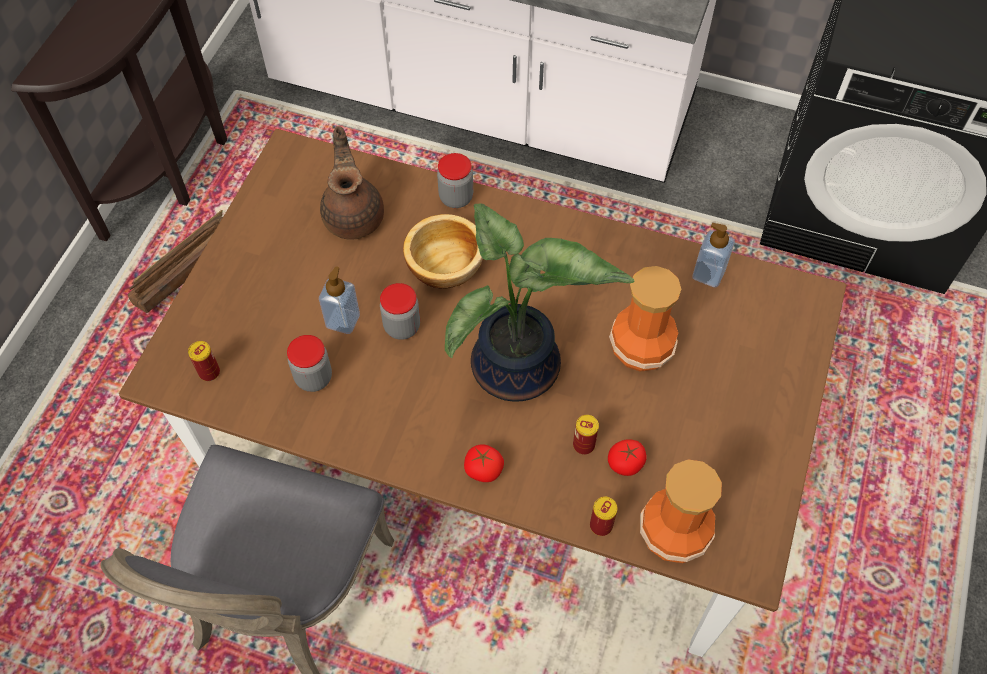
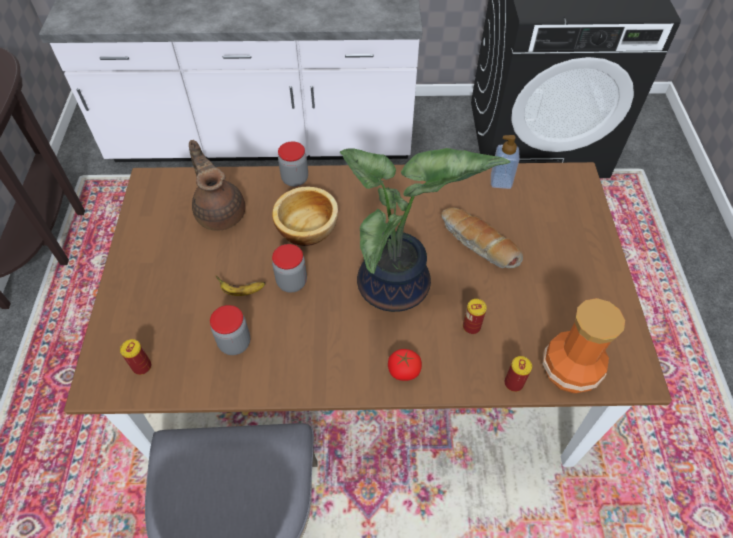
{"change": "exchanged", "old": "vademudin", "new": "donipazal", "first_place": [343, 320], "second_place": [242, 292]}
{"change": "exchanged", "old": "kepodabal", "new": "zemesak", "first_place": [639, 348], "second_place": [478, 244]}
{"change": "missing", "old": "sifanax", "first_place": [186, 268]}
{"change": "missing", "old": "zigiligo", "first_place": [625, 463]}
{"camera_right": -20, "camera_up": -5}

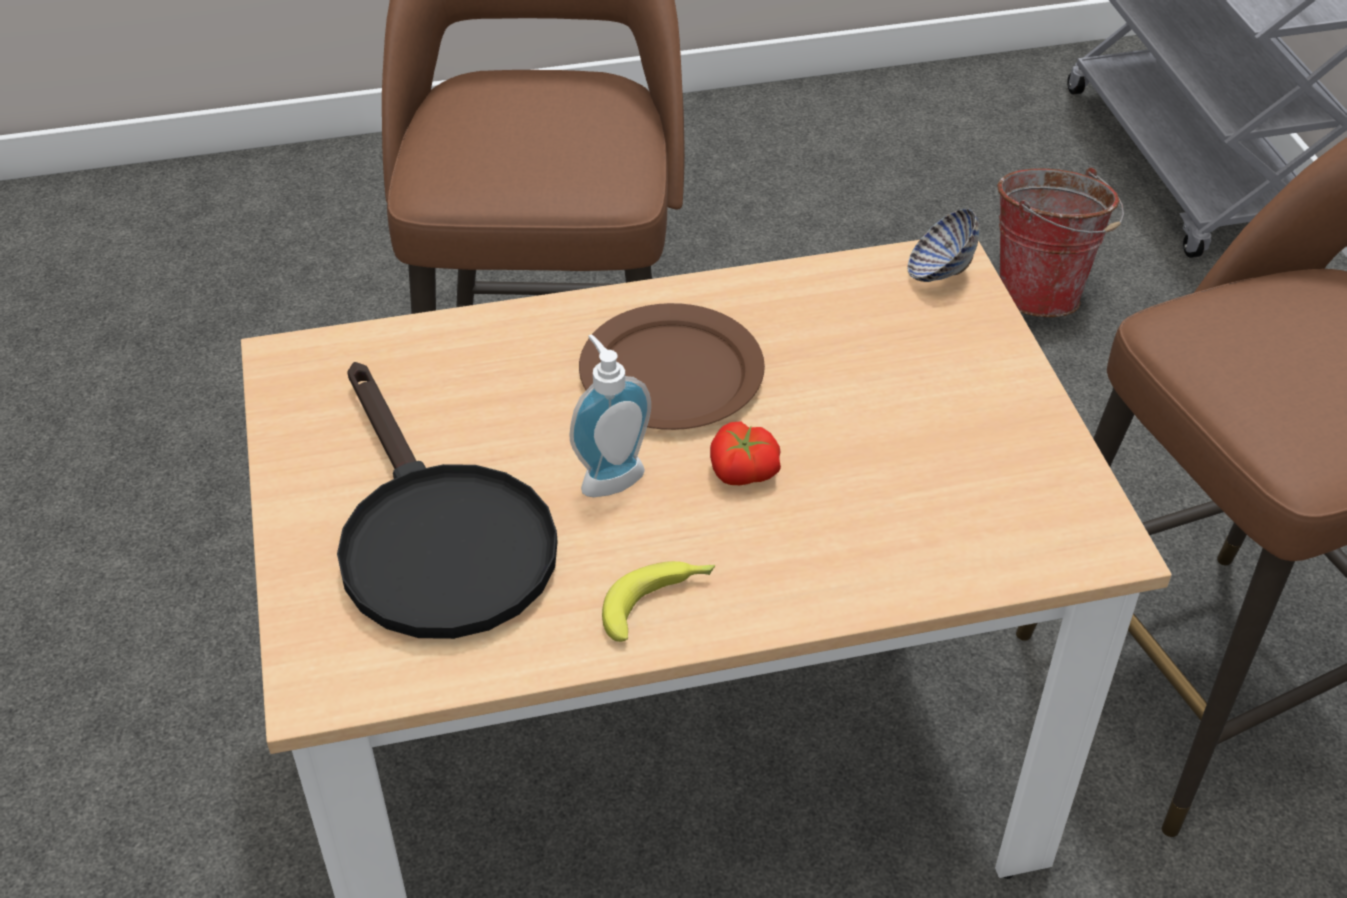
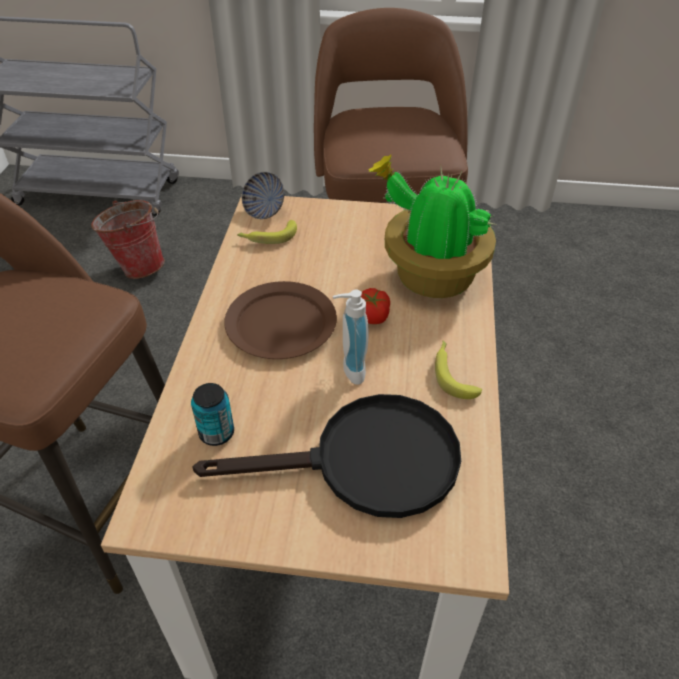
{"change": "appeared", "new": "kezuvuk", "second_place": [216, 433]}
{"change": "appeared", "new": "donipazal", "second_place": [268, 237]}
{"change": "appeared", "new": "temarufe", "second_place": [430, 276]}
{"camera_right": -70, "camera_up": 0}

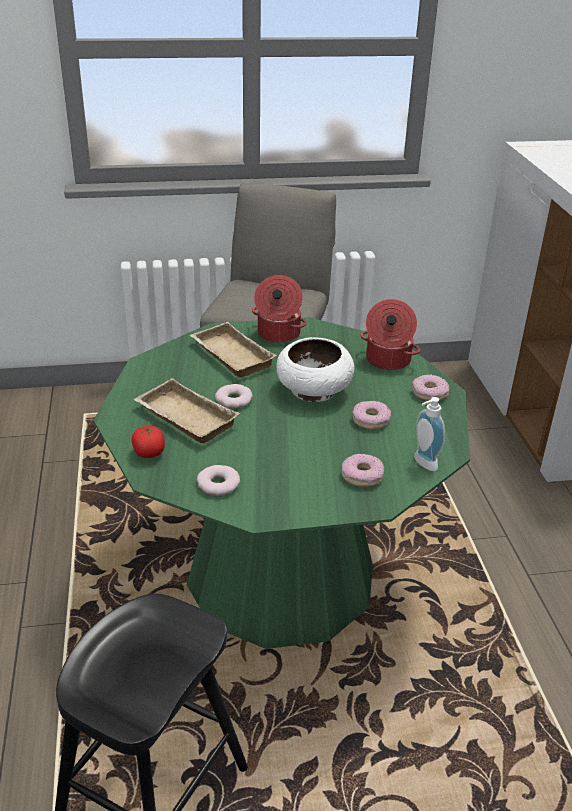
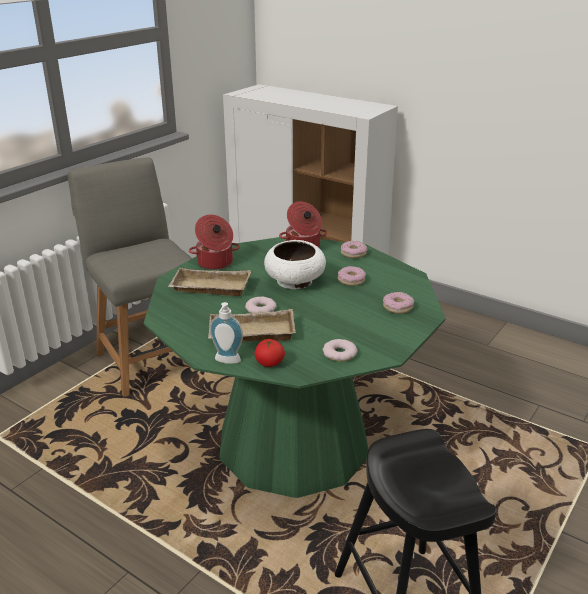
{"change": "relocated", "old": "vademudin", "first_place": [422, 464], "second_place": [226, 361]}
{"camera_right": -45, "camera_up": -5}

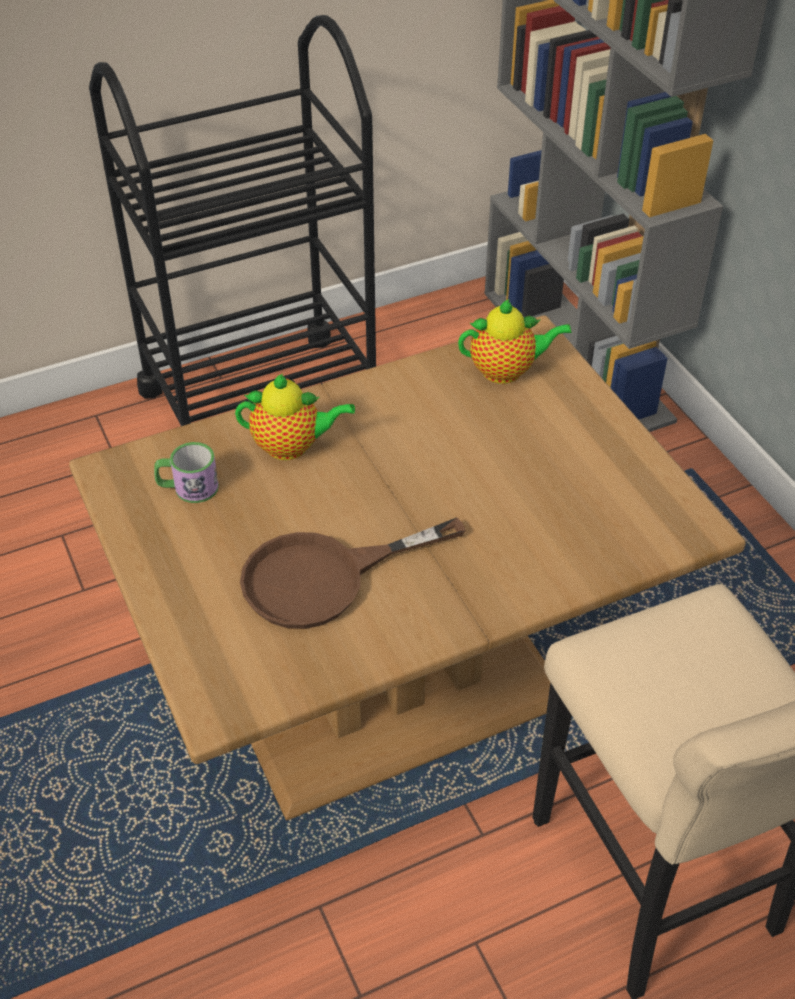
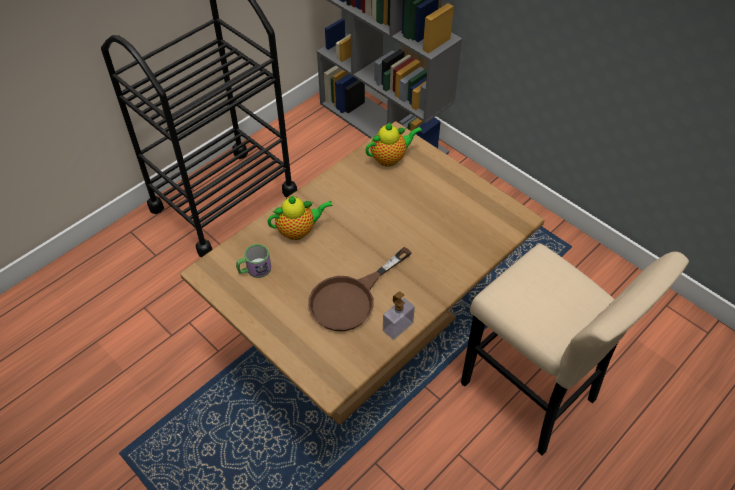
{"change": "appeared", "new": "vademudin", "second_place": [398, 327]}
{"camera_right": -20, "camera_up": 5}

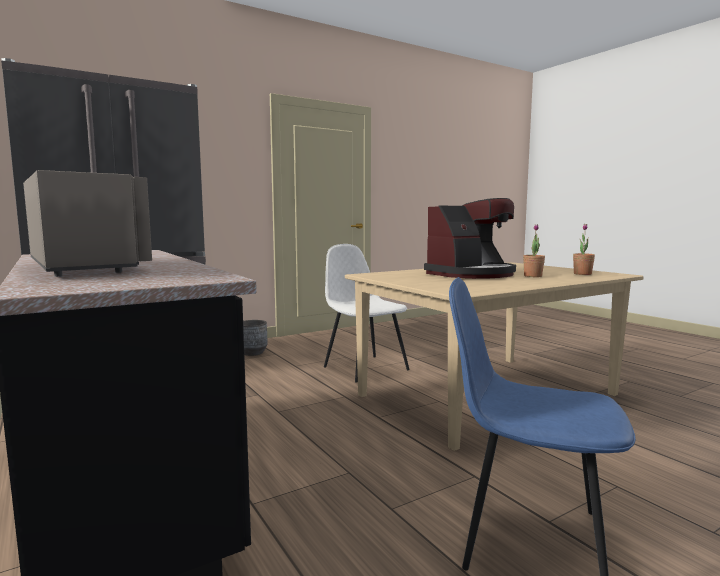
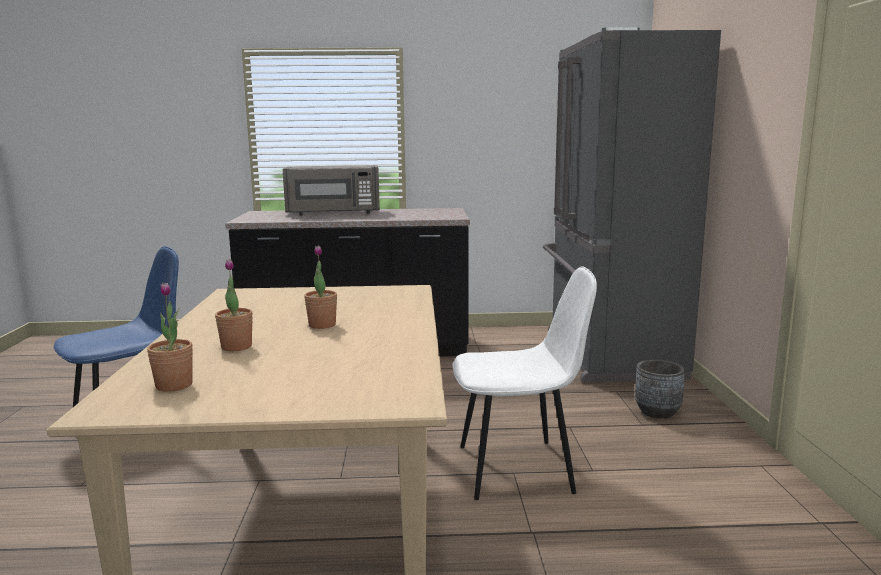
{"change": "exchanged", "old": "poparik", "new": "temarufe", "first_place": [471, 274], "second_place": [322, 325]}
{"camera_right": 120, "camera_up": 5}

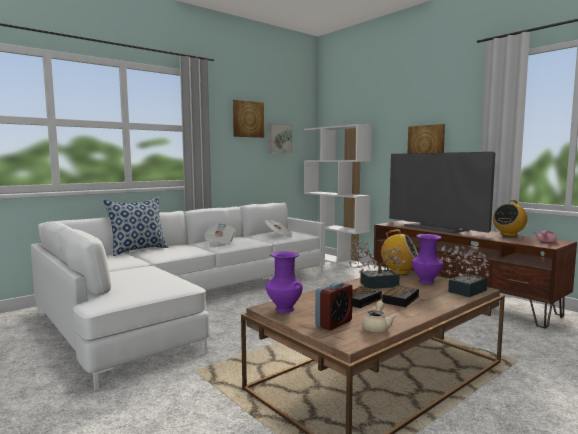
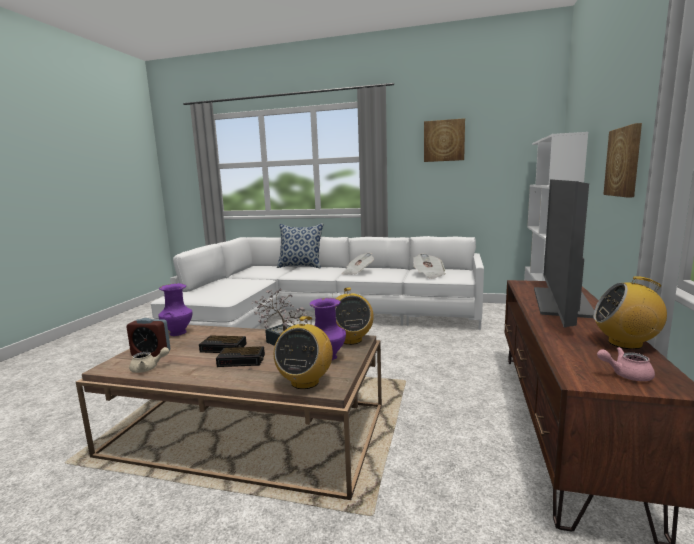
{"change": "exchanged", "old": "temarufe", "new": "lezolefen", "first_place": [464, 292], "second_place": [305, 382]}
{"change": "missing", "old": "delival", "first_place": [279, 138]}
{"camera_right": 55, "camera_up": 5}

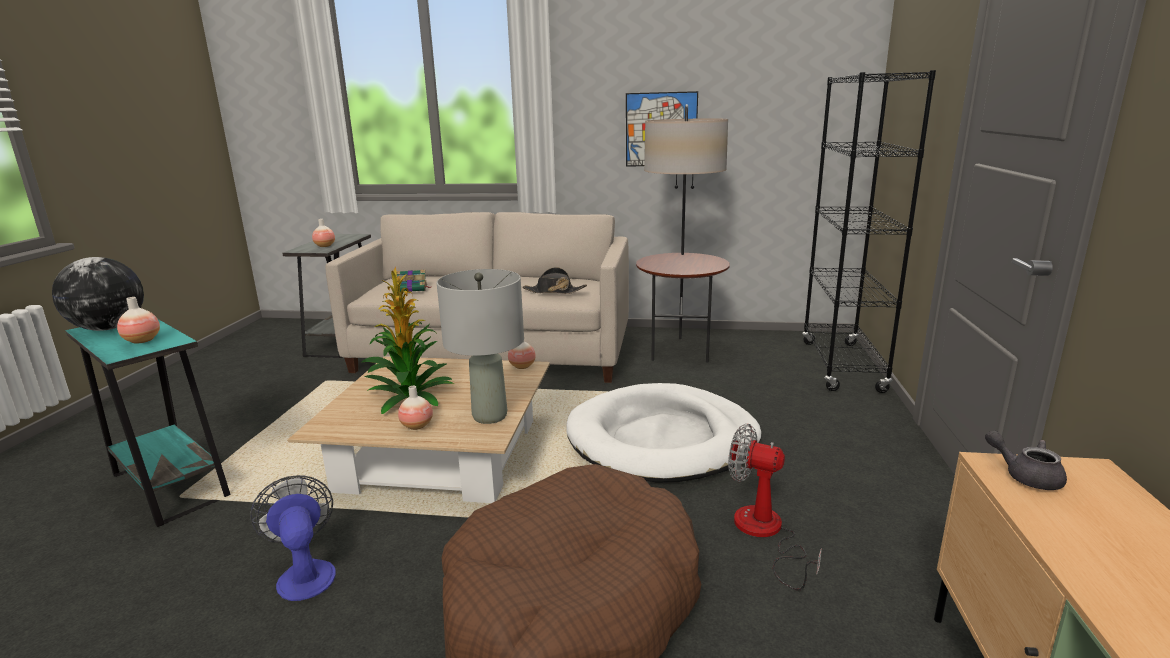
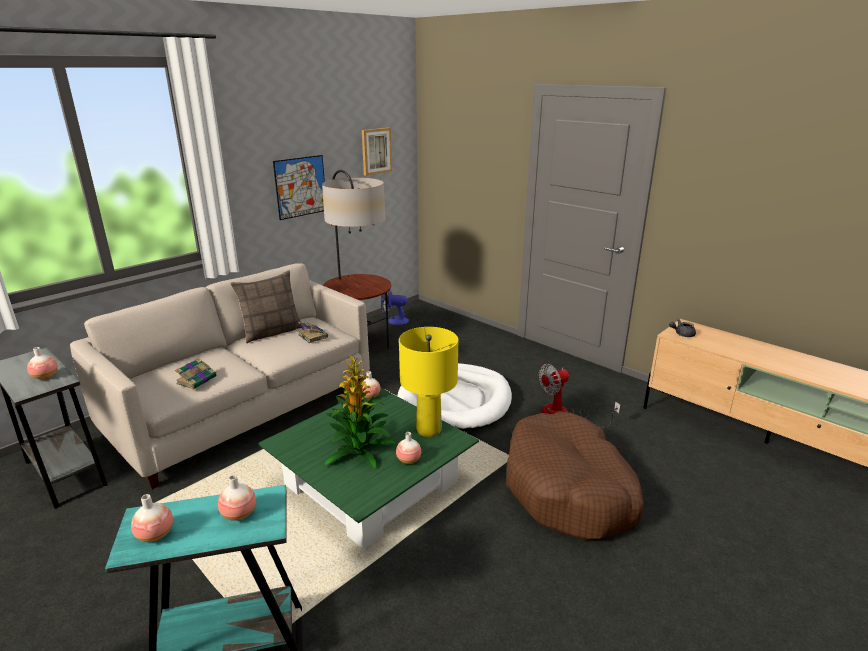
{"change": "exchanged", "old": "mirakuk", "new": "kepodabal", "first_place": [109, 328], "second_place": [155, 535]}
{"change": "appeared", "new": "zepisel", "second_place": [271, 332]}
{"change": "colour", "old": "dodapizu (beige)", "new": "dodapizu (green)", "first_place": [442, 454], "second_place": [371, 483]}
{"change": "exchanged", "old": "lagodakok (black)", "new": "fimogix", "first_place": [554, 291], "second_place": [312, 336]}
{"change": "appeared", "new": "delival", "second_place": [376, 151]}
{"change": "relocated", "old": "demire", "first_place": [305, 573], "second_place": [394, 320]}
{"change": "colour", "old": "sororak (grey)", "new": "sororak (yellow)", "first_place": [489, 416], "second_place": [428, 430]}
{"change": "missing", "old": "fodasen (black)", "first_place": [842, 366]}
{"camera_right": -55, "camera_up": 5}

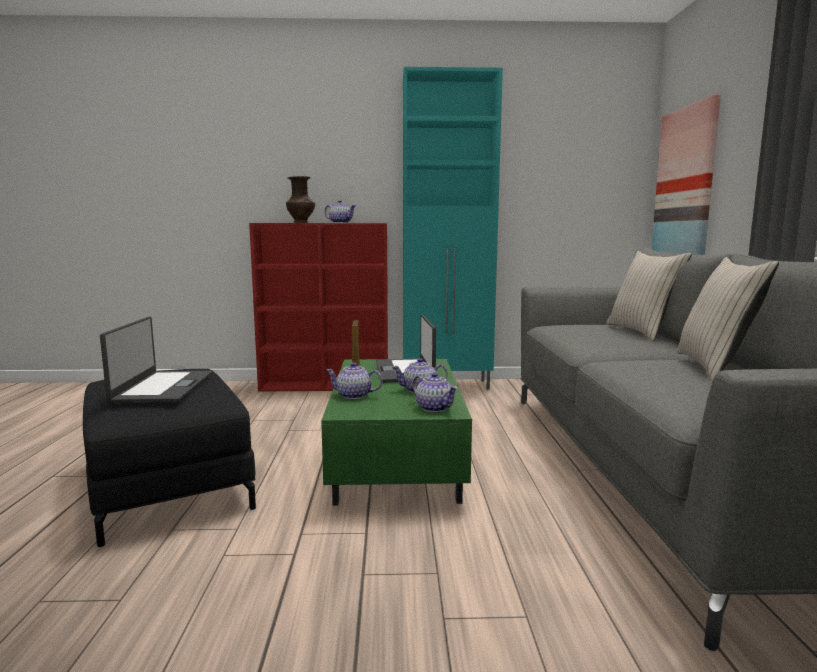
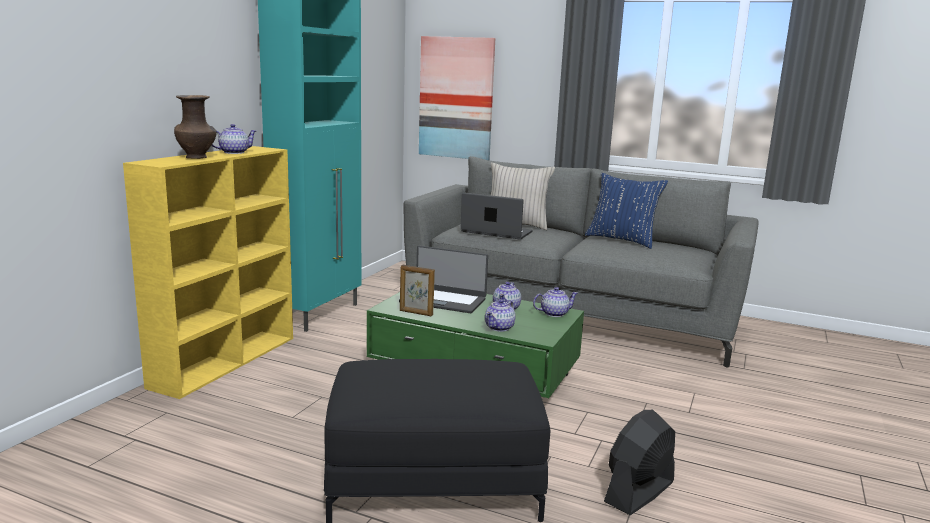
{"change": "colour", "old": "fodasen (red)", "new": "fodasen (yellow)", "first_place": [326, 386], "second_place": [226, 360]}
{"change": "relocated", "old": "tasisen", "first_place": [162, 387], "second_place": [496, 232]}
{"change": "colour", "old": "zepisel (beige)", "new": "zepisel (blue)", "first_place": [714, 367], "second_place": [622, 240]}
{"change": "appeared", "new": "demire (black)", "second_place": [639, 492]}
{"camera_right": -65, "camera_up": 5}

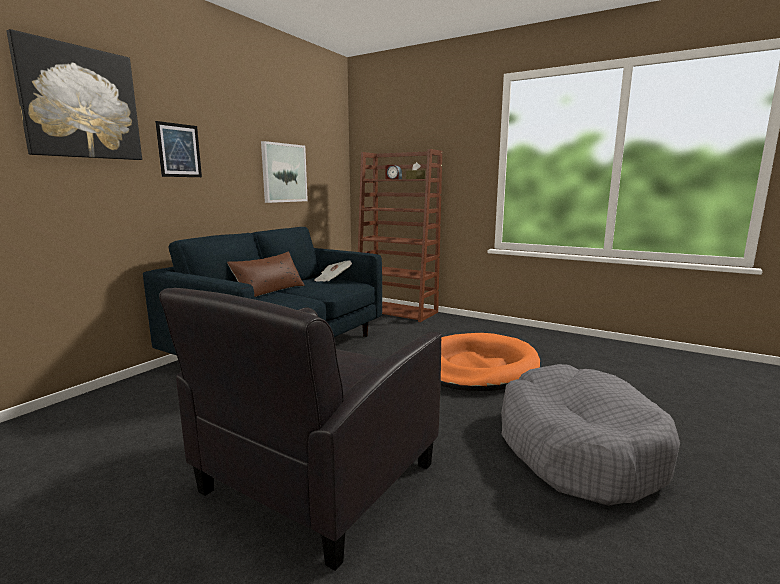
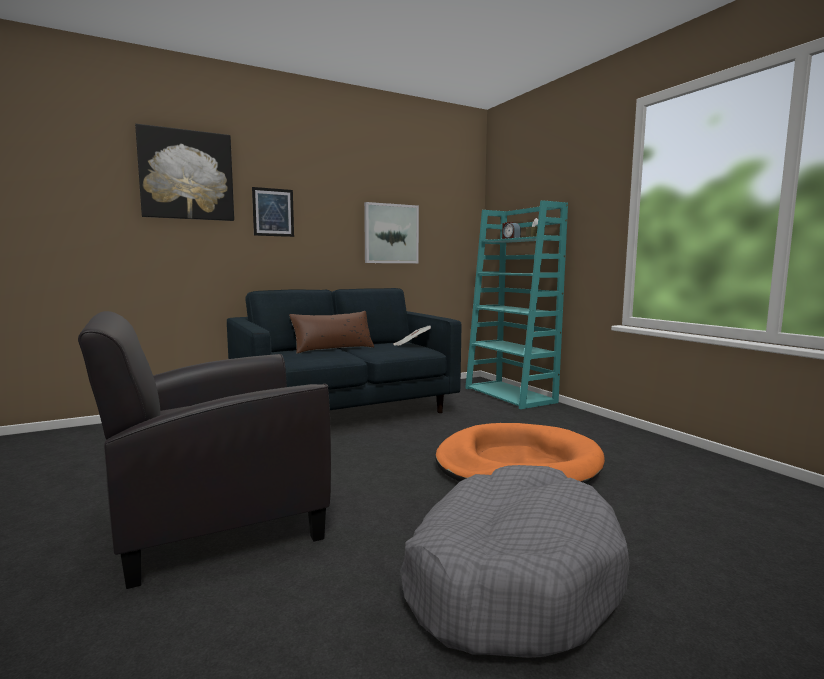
{"change": "colour", "old": "fodasen (brown)", "new": "fodasen (turquoise)", "first_place": [397, 311], "second_place": [510, 395]}
{"camera_right": 30, "camera_up": -5}

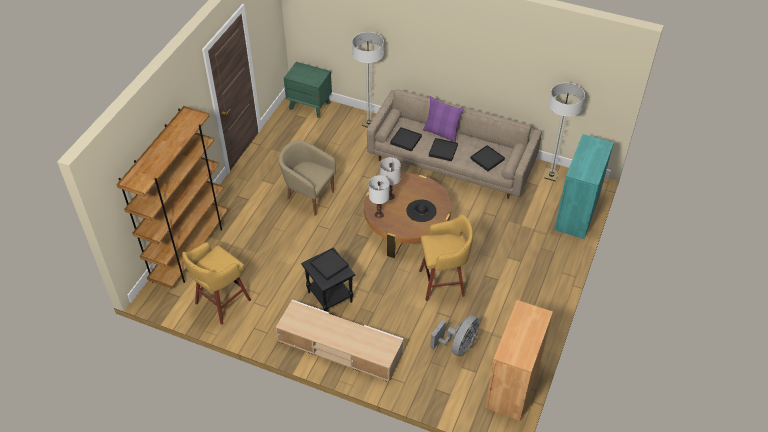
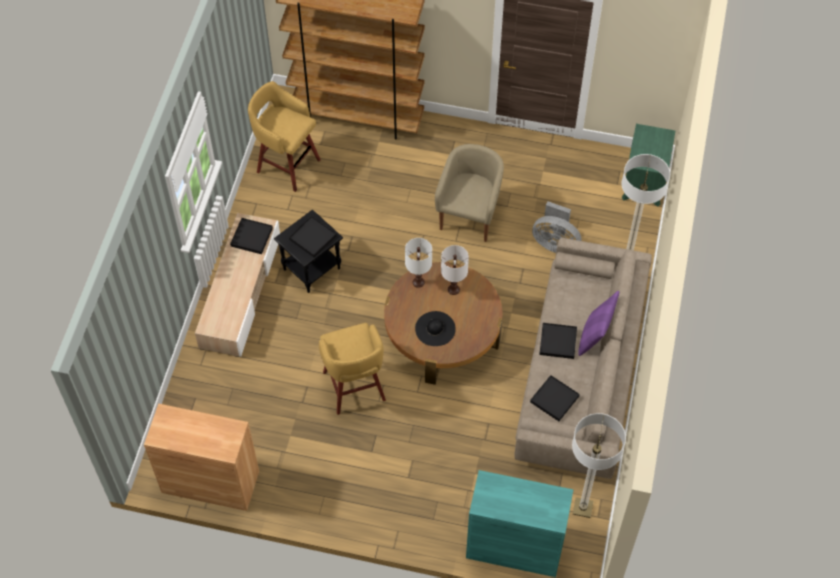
{"change": "relocated", "old": "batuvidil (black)", "first_place": [406, 140], "second_place": [251, 237]}
{"change": "relocated", "old": "demire (grey)", "first_place": [458, 346], "second_place": [555, 243]}
{"camera_right": 80, "camera_up": 10}

